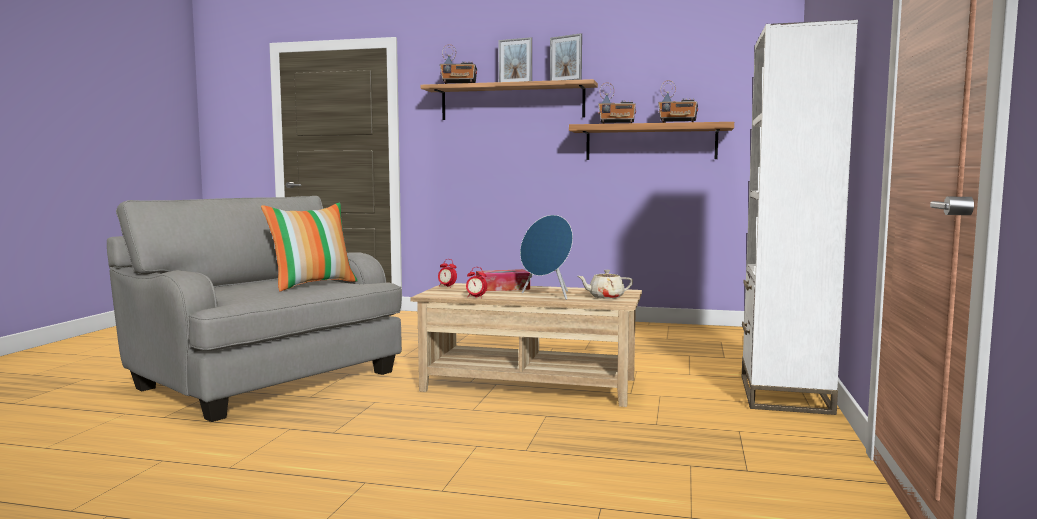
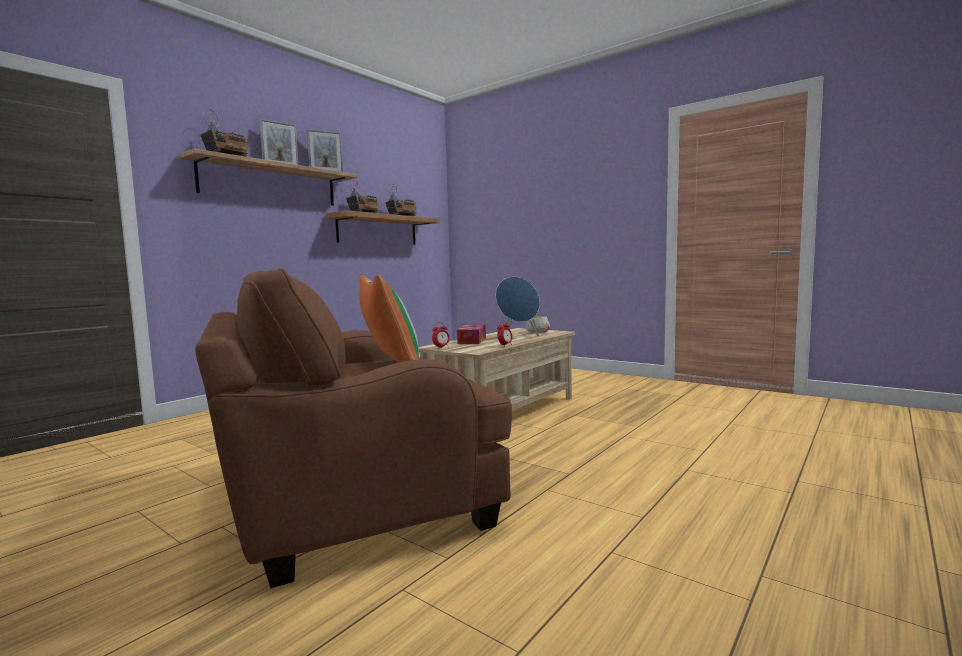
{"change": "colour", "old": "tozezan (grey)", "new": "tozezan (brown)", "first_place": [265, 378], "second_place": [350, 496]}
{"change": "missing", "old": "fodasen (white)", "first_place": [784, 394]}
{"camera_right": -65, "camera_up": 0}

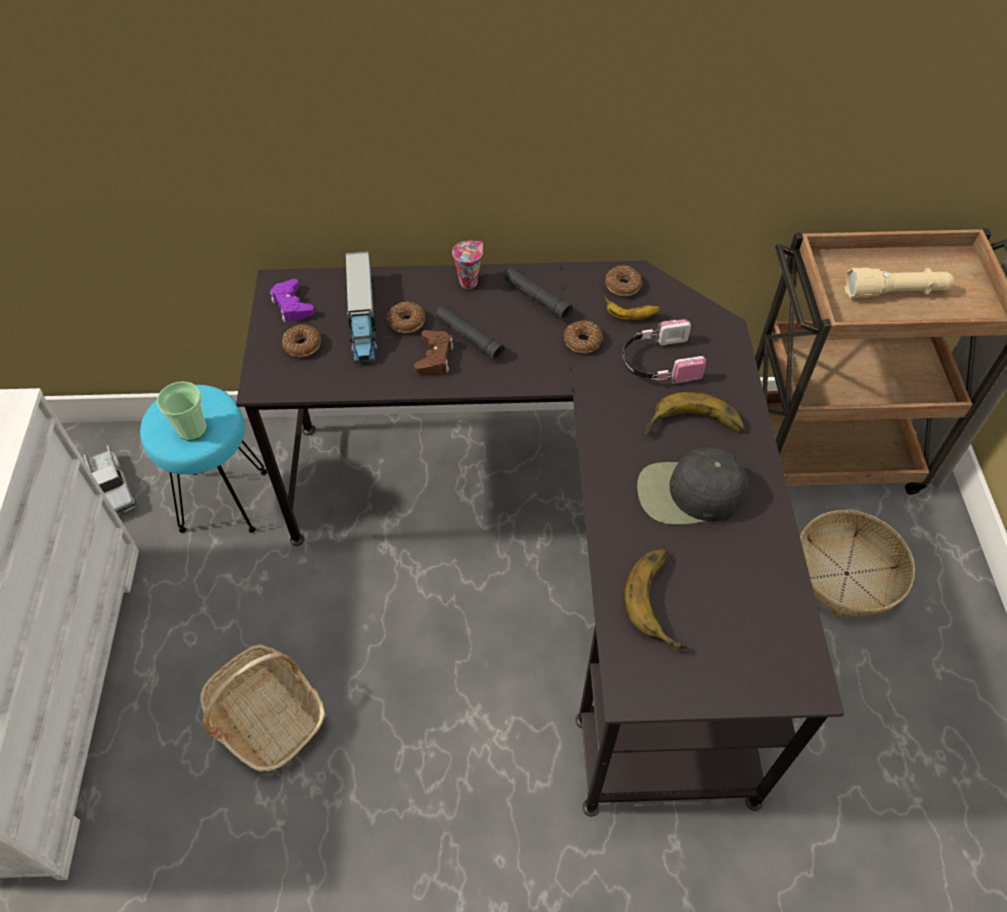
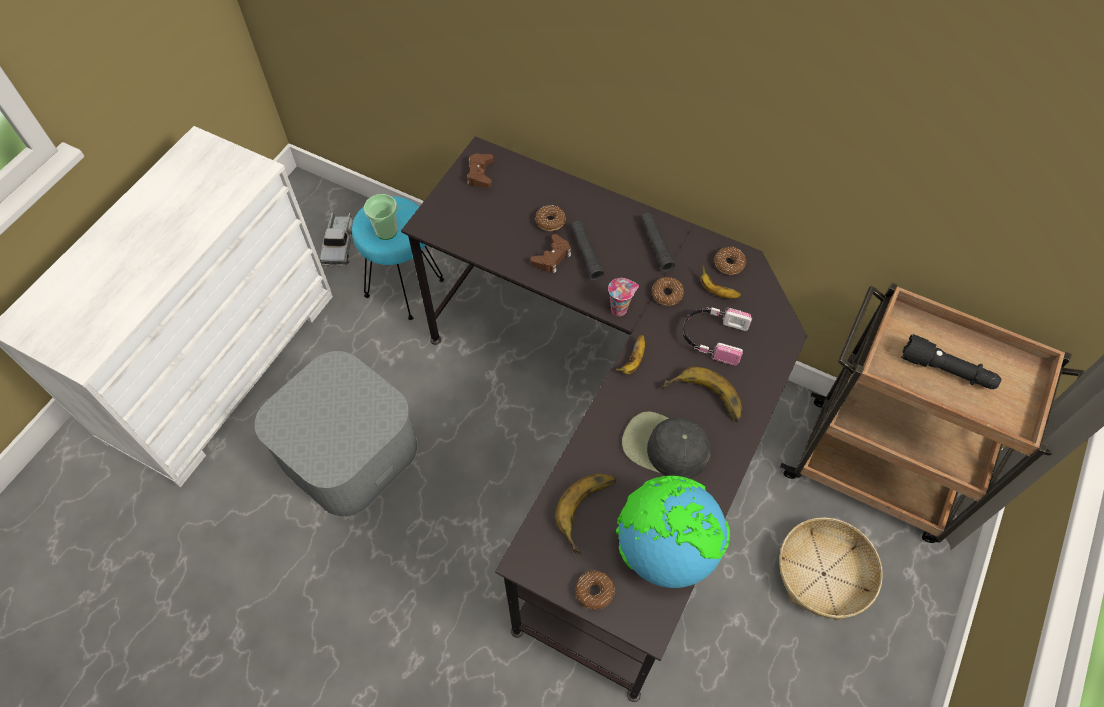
{"change": "exchanged", "old": "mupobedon", "new": "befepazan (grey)", "first_place": [267, 715], "second_place": [348, 450]}
{"change": "colour", "old": "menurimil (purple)", "new": "menurimil (brown)", "first_place": [292, 305], "second_place": [480, 174]}
{"change": "relocated", "old": "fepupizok", "first_place": [302, 345], "second_place": [594, 591]}
{"change": "relocated", "old": "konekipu", "first_place": [469, 281], "second_place": [620, 309]}
{"change": "appeared", "new": "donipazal", "second_place": [633, 361]}
{"change": "appeared", "new": "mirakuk", "second_place": [665, 549]}
{"change": "colour", "old": "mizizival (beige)", "new": "mizizival (black)", "first_place": [895, 292], "second_place": [946, 371]}
{"change": "missing", "old": "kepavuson", "first_place": [363, 319]}
{"camera_right": 30, "camera_up": 5}

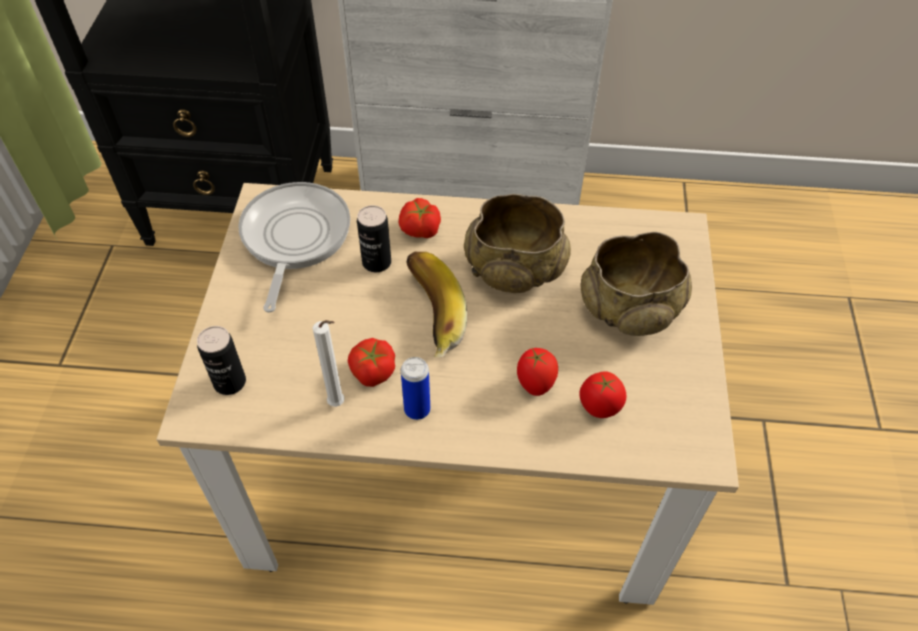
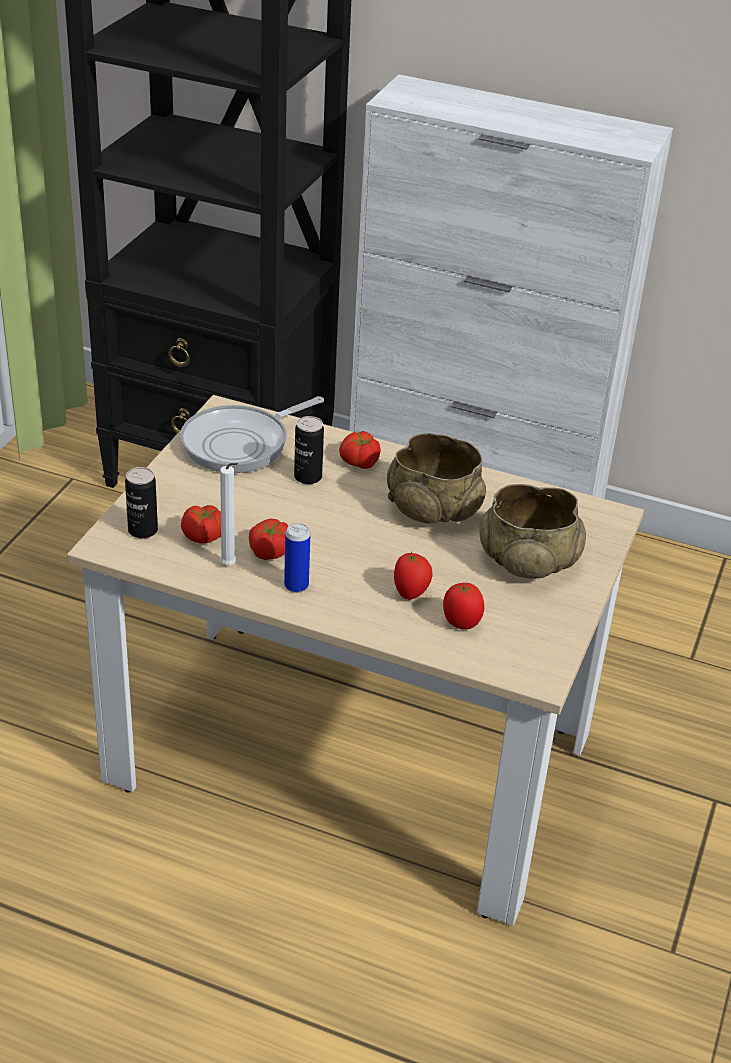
{"change": "spun", "old": "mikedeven", "first_place": [294, 238], "second_place": [241, 444], "degrees": -150}
{"change": "appeared", "new": "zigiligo", "second_place": [204, 536]}
{"change": "missing", "old": "donipazal", "first_place": [428, 315]}
{"camera_right": 15, "camera_up": -15}

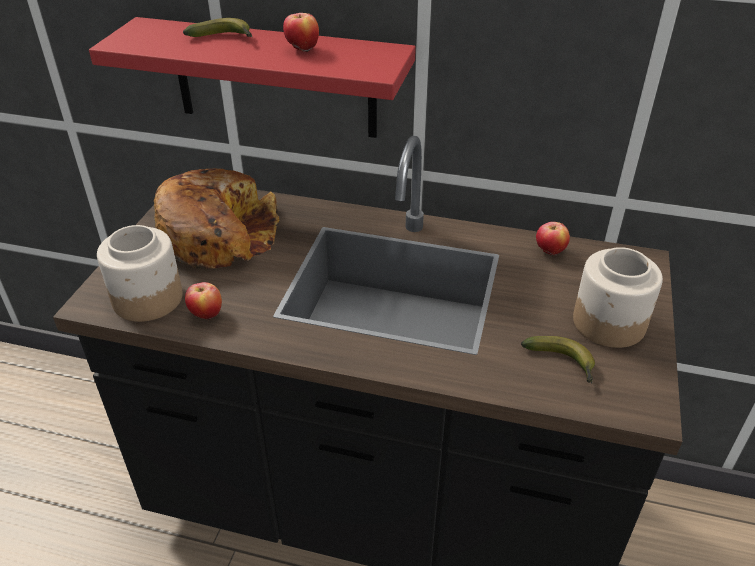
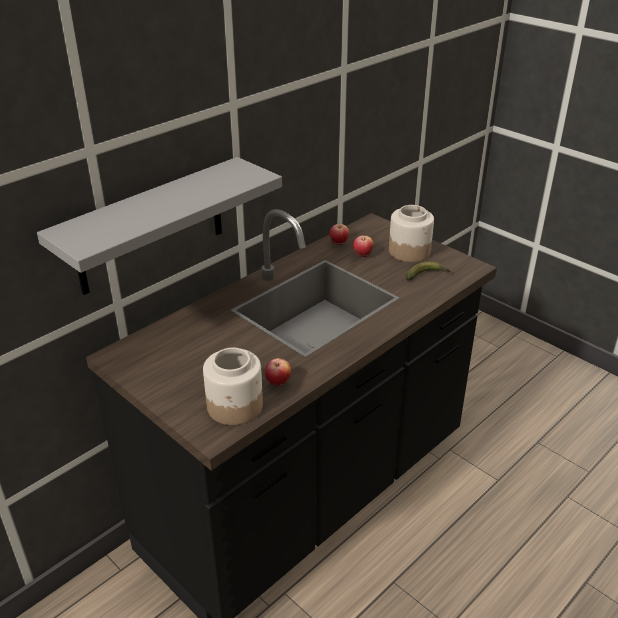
{"change": "colour", "old": "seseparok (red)", "new": "seseparok (grey)", "first_place": [274, 79], "second_place": [151, 227]}
{"change": "relocated", "old": "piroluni", "first_place": [302, 50], "second_place": [362, 256]}
{"change": "missing", "old": "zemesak", "first_place": [218, 234]}
{"change": "missing", "old": "donipazal", "first_place": [224, 38]}
{"camera_right": -60, "camera_up": -5}

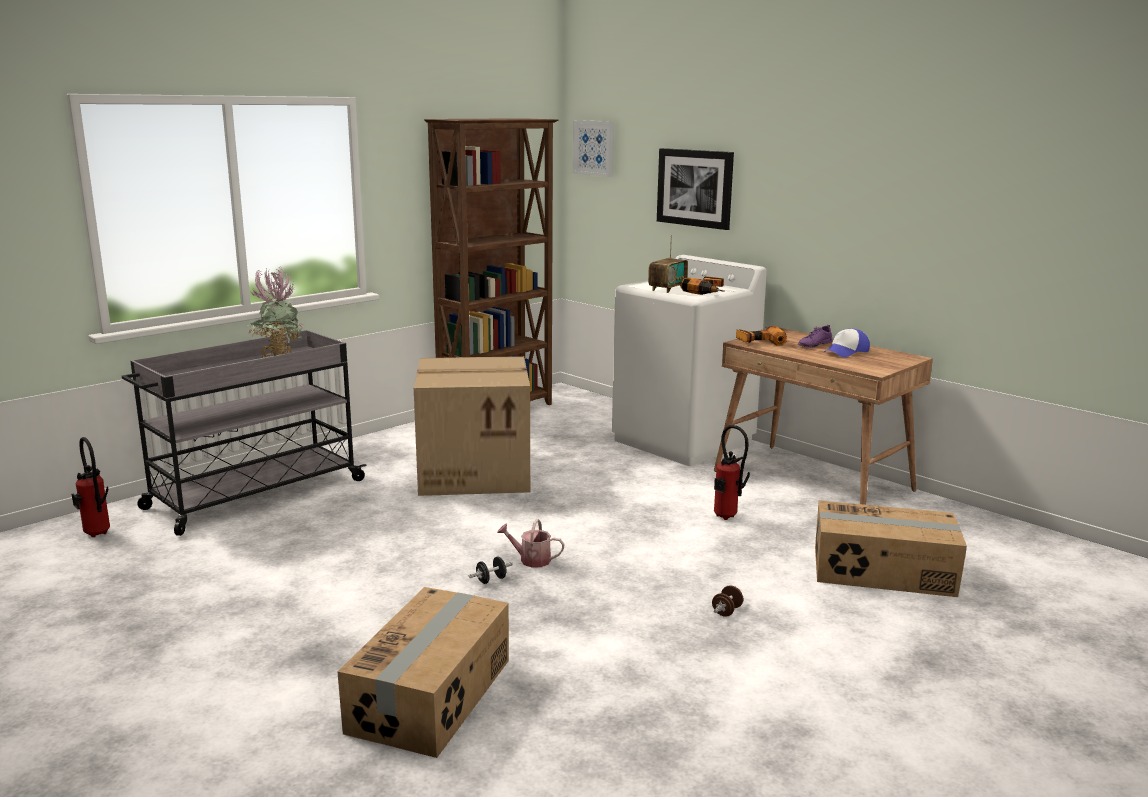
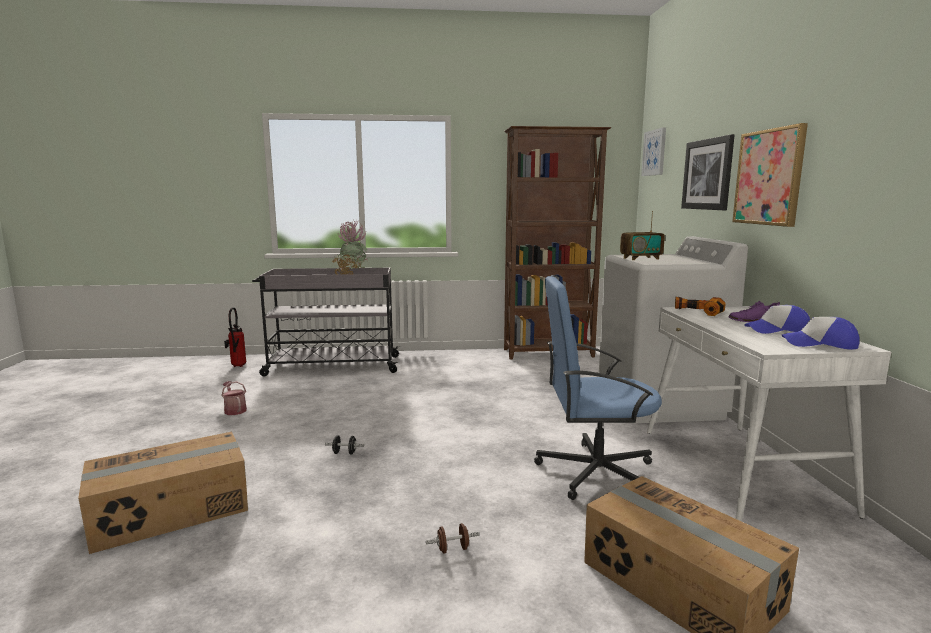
{"change": "relocated", "old": "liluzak", "first_place": [531, 560], "second_place": [234, 410]}
{"change": "exchanged", "old": "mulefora", "new": "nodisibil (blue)", "first_place": [727, 518], "second_place": [594, 472]}
{"change": "colour", "old": "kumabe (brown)", "new": "kumabe (white)", "first_place": [813, 481], "second_place": [740, 469]}
{"change": "appeared", "new": "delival", "second_place": [769, 177]}
{"change": "appeared", "new": "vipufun", "second_place": [820, 344]}
{"change": "missing", "old": "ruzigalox", "first_place": [476, 472]}
{"change": "missing", "old": "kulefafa", "first_place": [708, 292]}
{"camera_right": 40, "camera_up": -5}

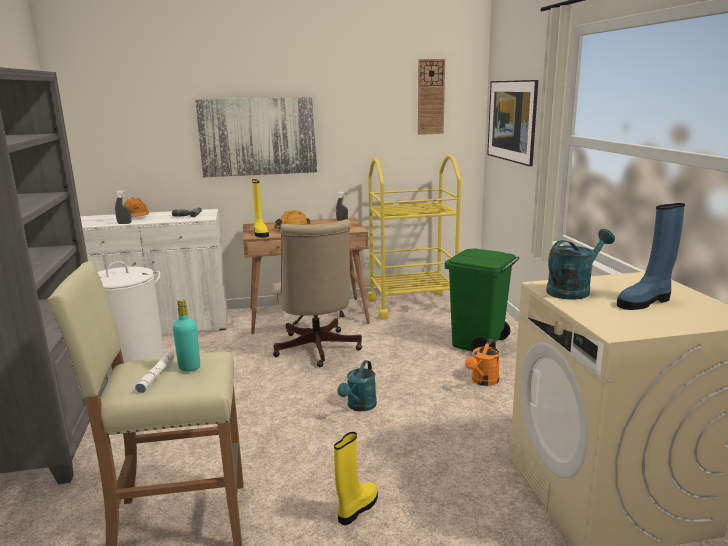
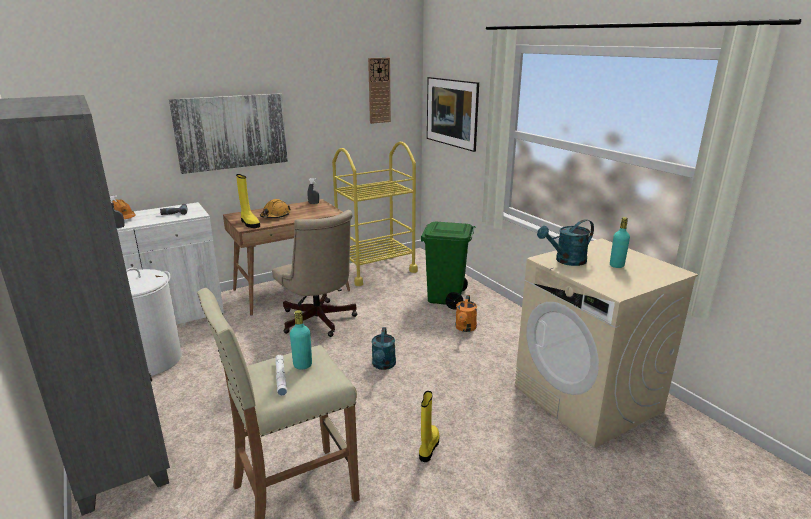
{"change": "spun", "old": "liluzak (turquoise)", "first_place": [573, 290], "second_place": [566, 261], "degrees": -150}
{"change": "exchanged", "old": "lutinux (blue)", "new": "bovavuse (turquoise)", "first_place": [645, 302], "second_place": [616, 265]}
{"camera_right": -20, "camera_up": 5}

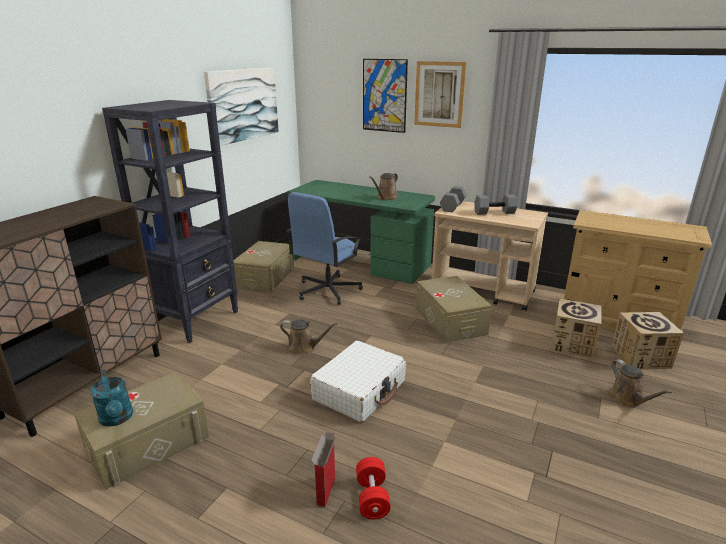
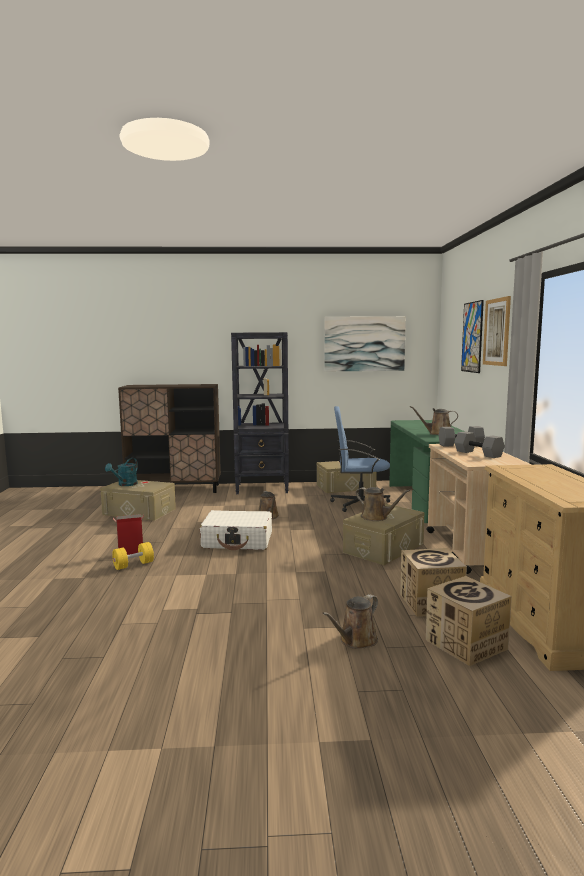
{"change": "colour", "old": "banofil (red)", "new": "banofil (yellow)", "first_place": [372, 497], "second_place": [133, 565]}
{"change": "appeared", "new": "liluzak (brown)", "second_place": [376, 517]}
{"camera_right": 60, "camera_up": -15}

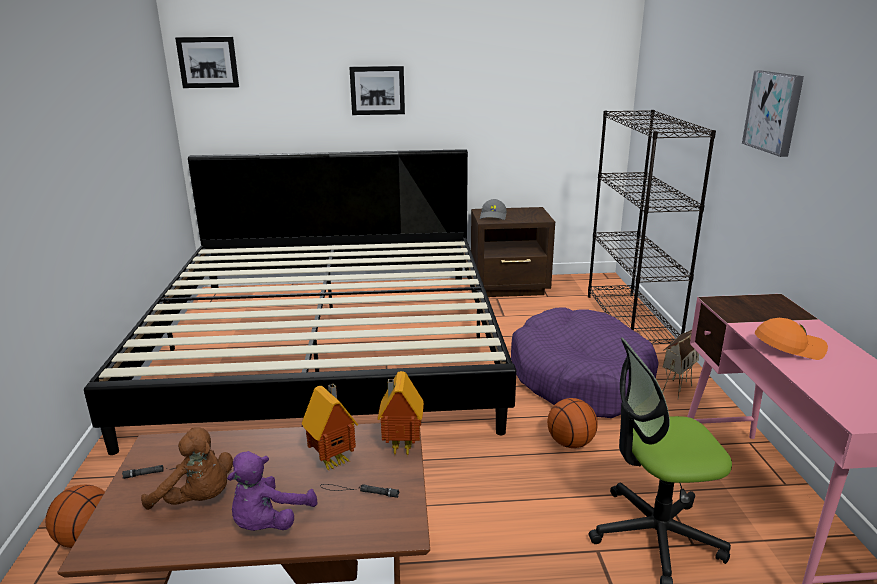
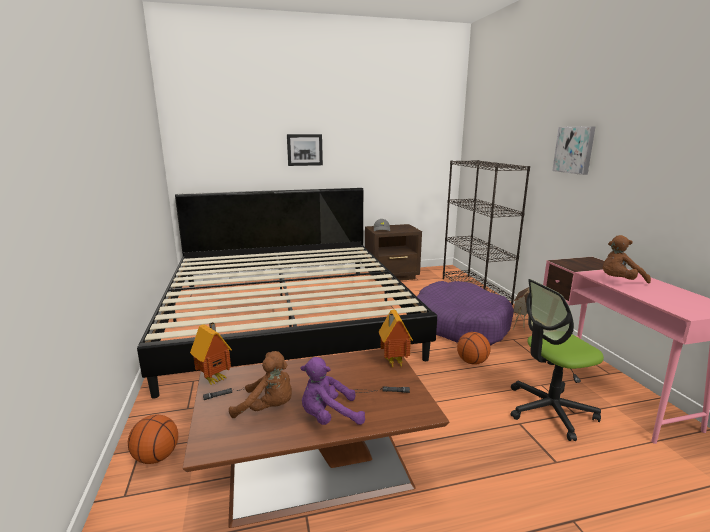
{"change": "relocated", "old": "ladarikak", "first_place": [334, 460], "second_place": [215, 379]}
{"change": "spun", "old": "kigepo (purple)", "first_place": [269, 522], "second_place": [329, 417], "degrees": 60}
{"change": "exchanged", "old": "vipufun (orange)", "new": "kigepo (brown)", "first_place": [788, 347], "second_place": [619, 281]}
{"change": "missing", "old": "delival", "first_place": [208, 62]}
{"camera_right": -10, "camera_up": -5}

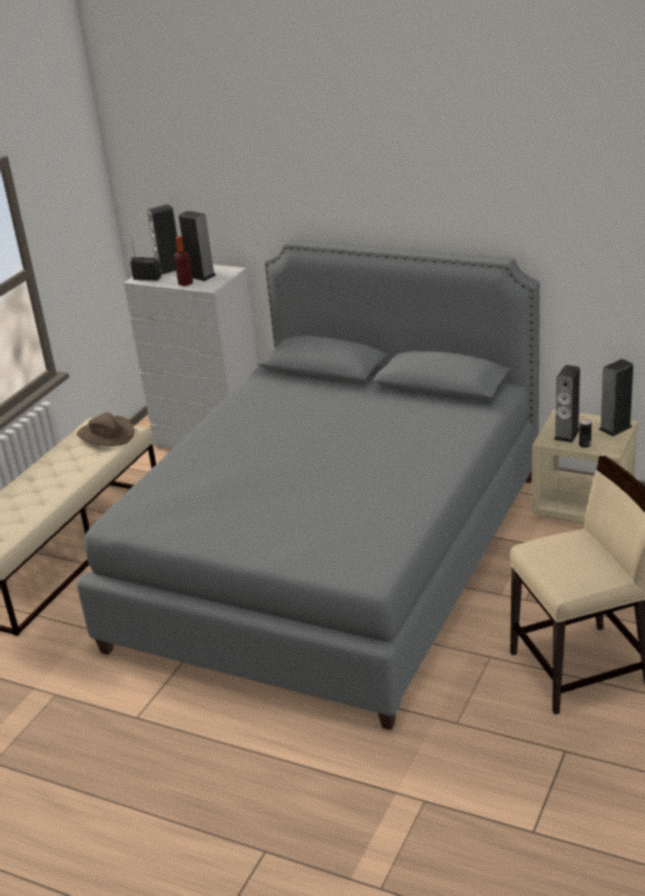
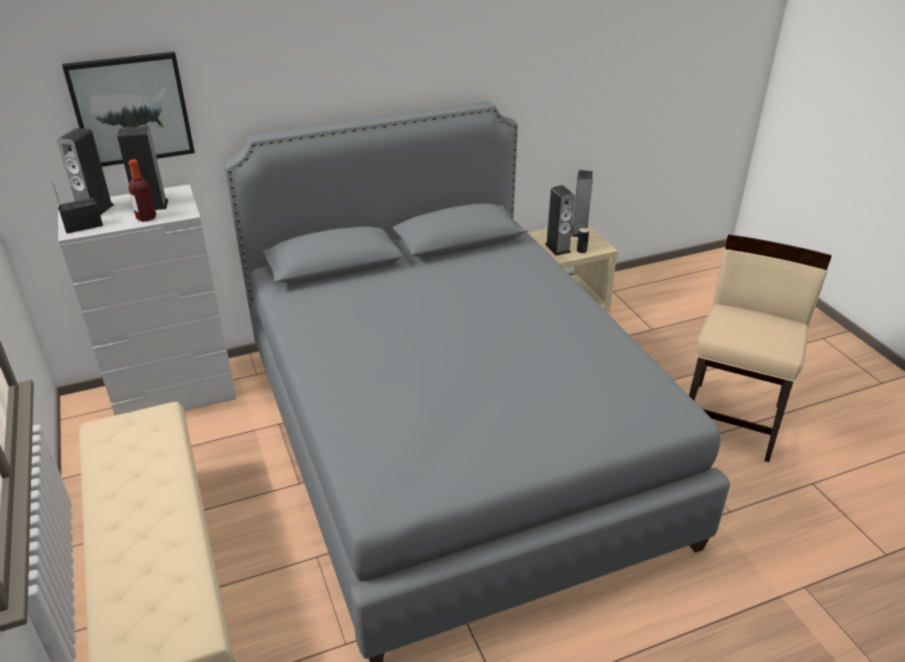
{"change": "appeared", "new": "delival", "second_place": [131, 109]}
{"change": "missing", "old": "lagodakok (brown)", "first_place": [106, 434]}
{"camera_right": -50, "camera_up": 5}

